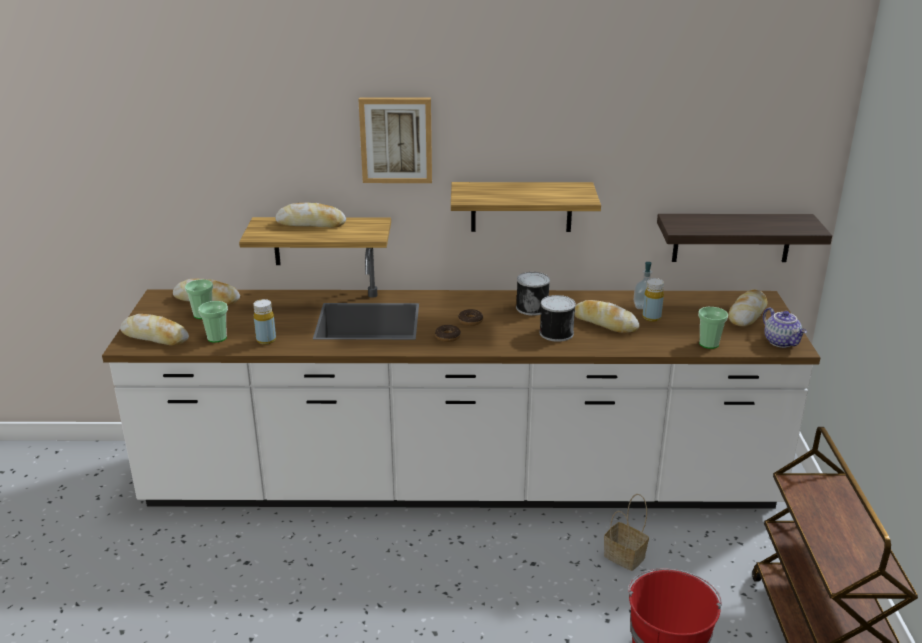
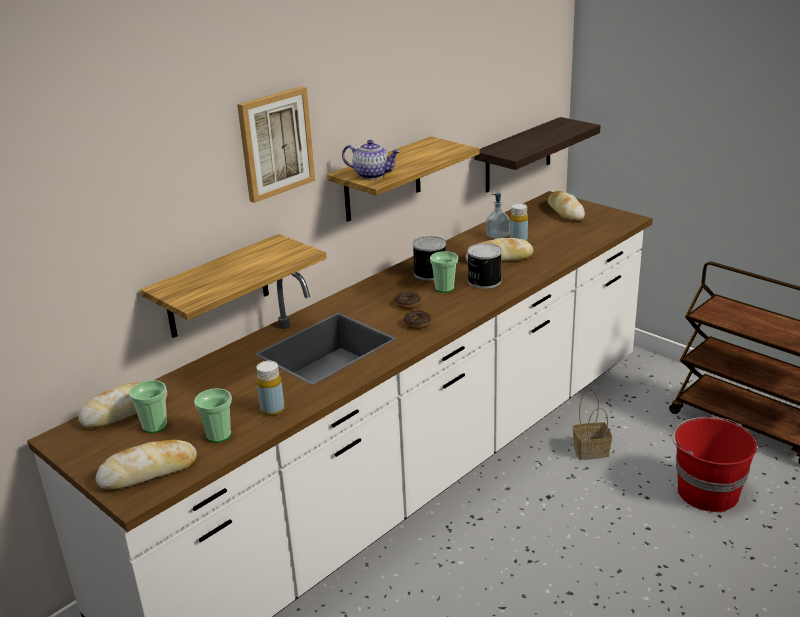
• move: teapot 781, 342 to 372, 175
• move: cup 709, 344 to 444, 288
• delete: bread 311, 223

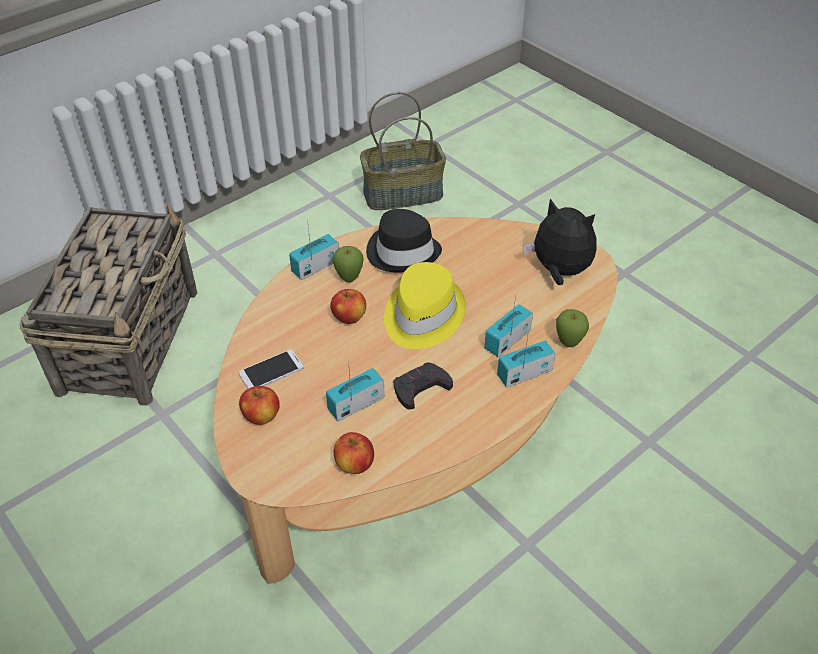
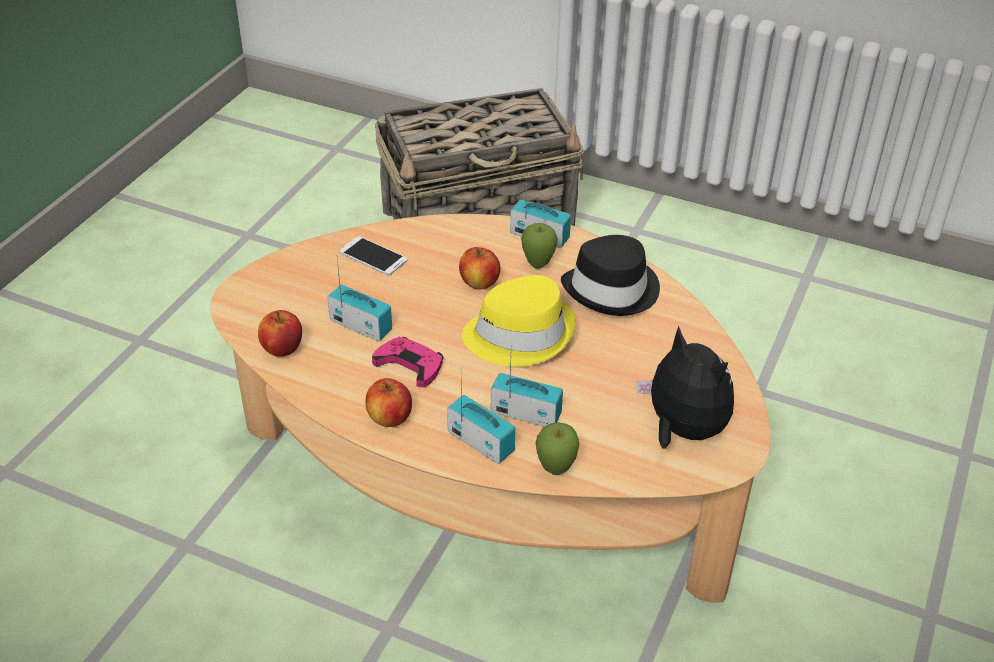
• move: apple 262, 416 to 390, 419
• recolor: game controller/black 421, 388 to game controller/pink 410, 365
• rotate: plush toy 559, 271 = 682, 430 45 degrees counterclockwise
• delete: basket 403, 193

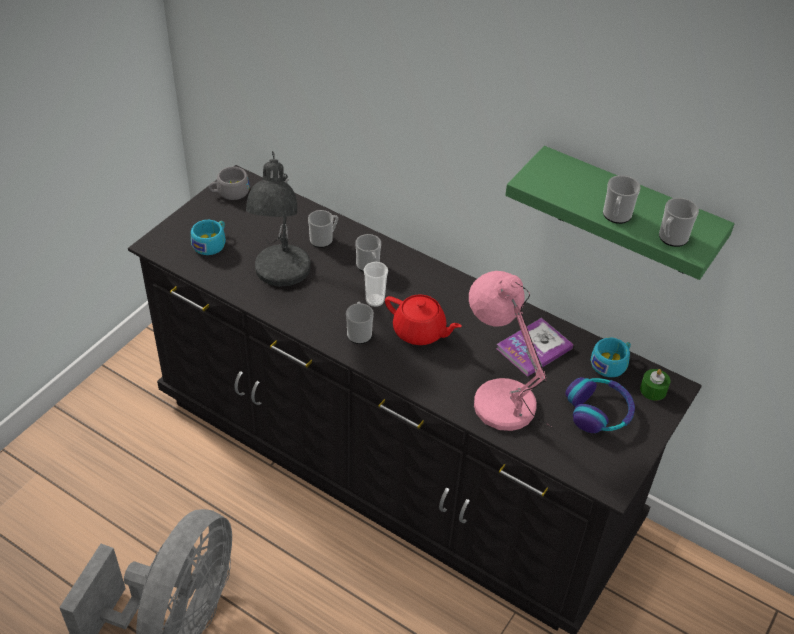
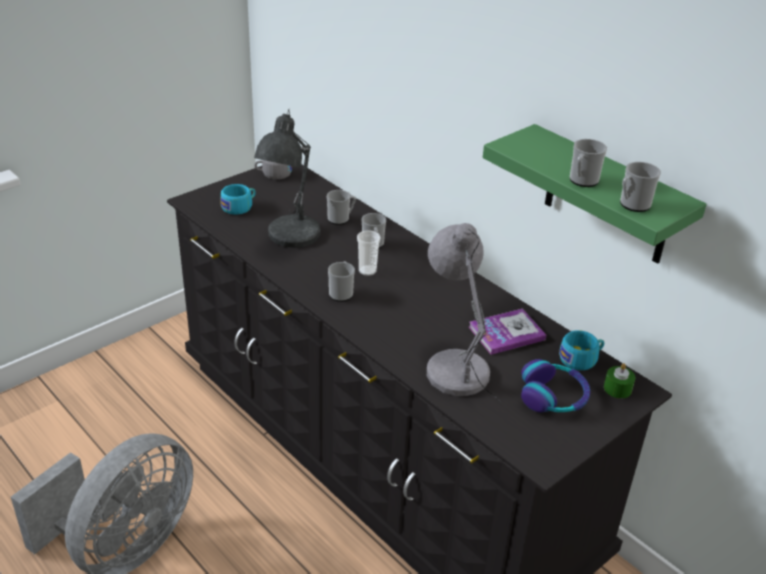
• recolor: table lamp/pink 500, 400 to table lamp/grey 455, 368
• delete: teapot/red 420, 332

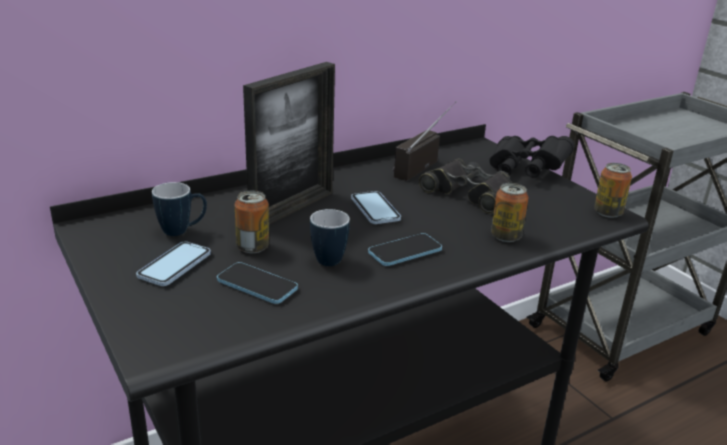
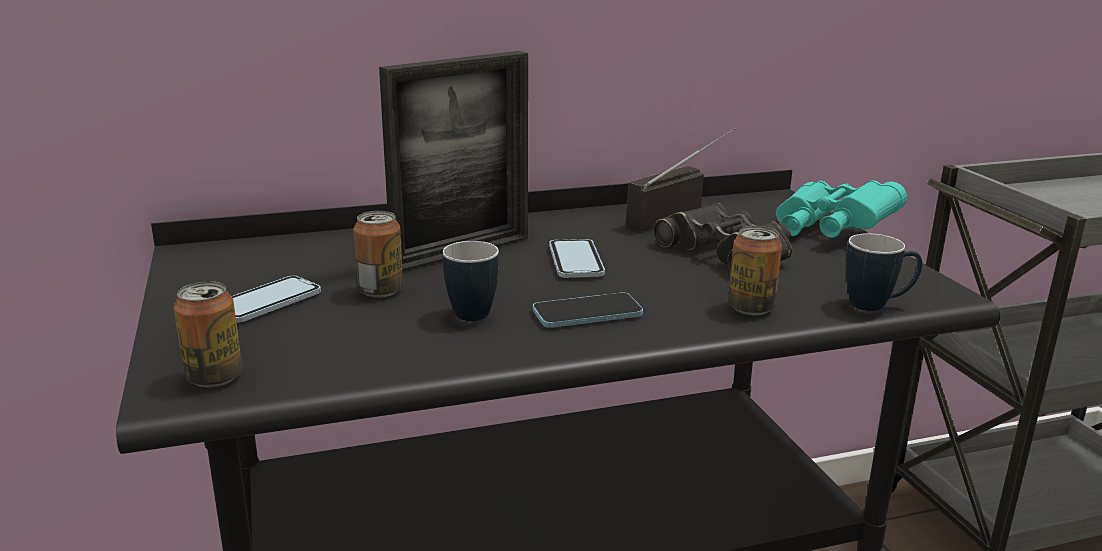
• move: can 607, 213 to 214, 377
• recolor: binoculars/black 525, 171 to binoculars/turquoise 829, 231
• move: mug 182, 231 to 877, 305
• delete: phone 257, 285

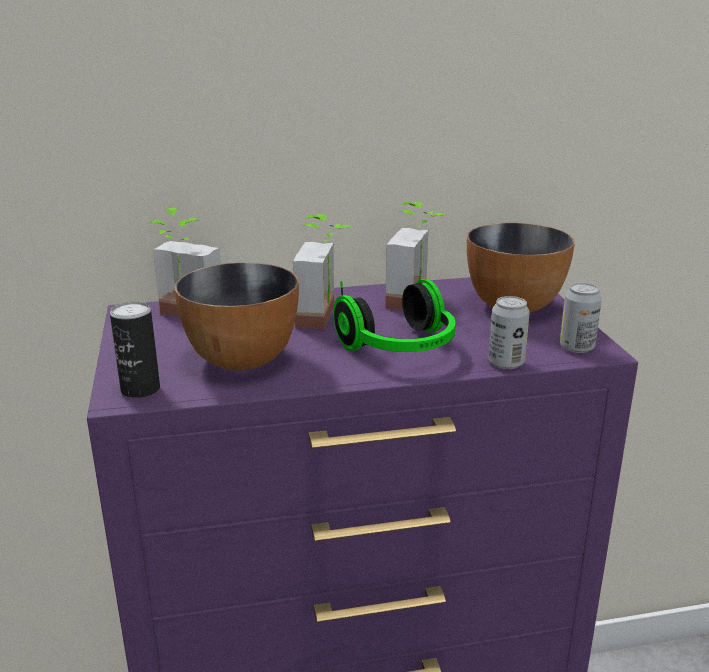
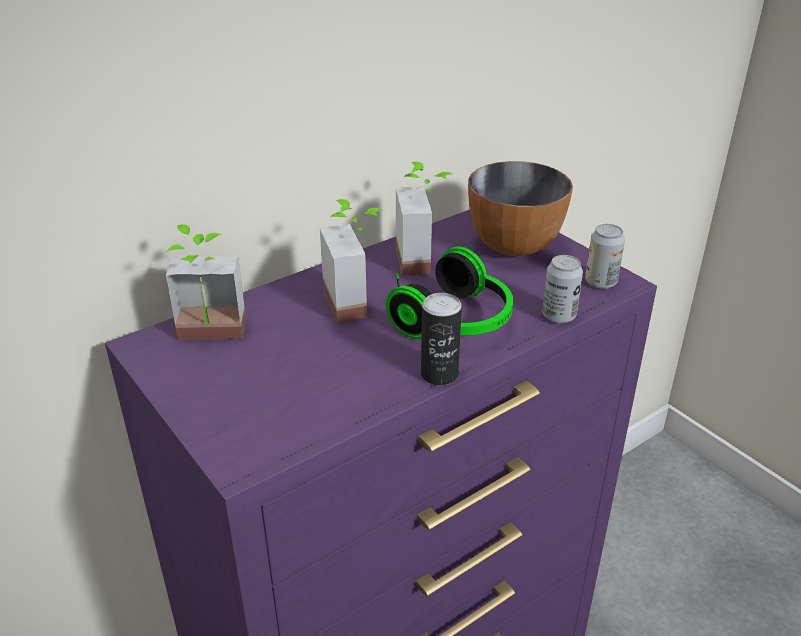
• move: can 140, 389 to 439, 374
• delete: bowl 243, 359

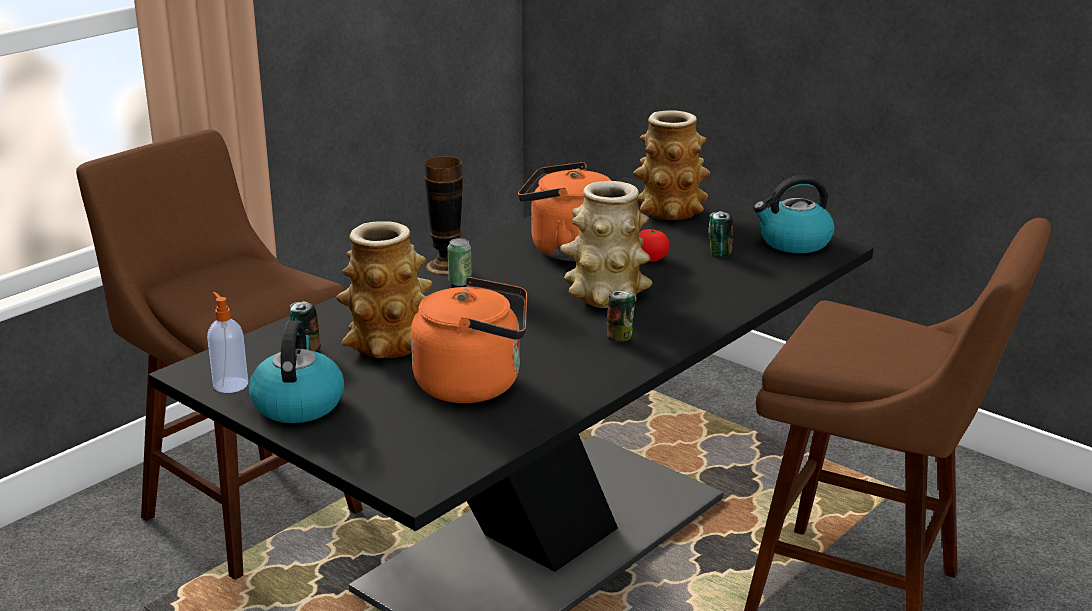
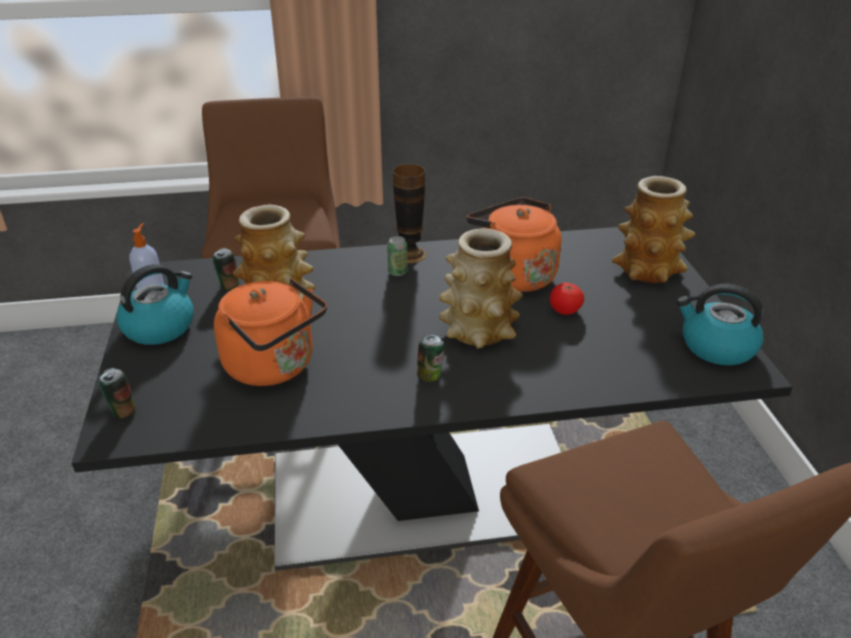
• move: can 719, 253 to 122, 411

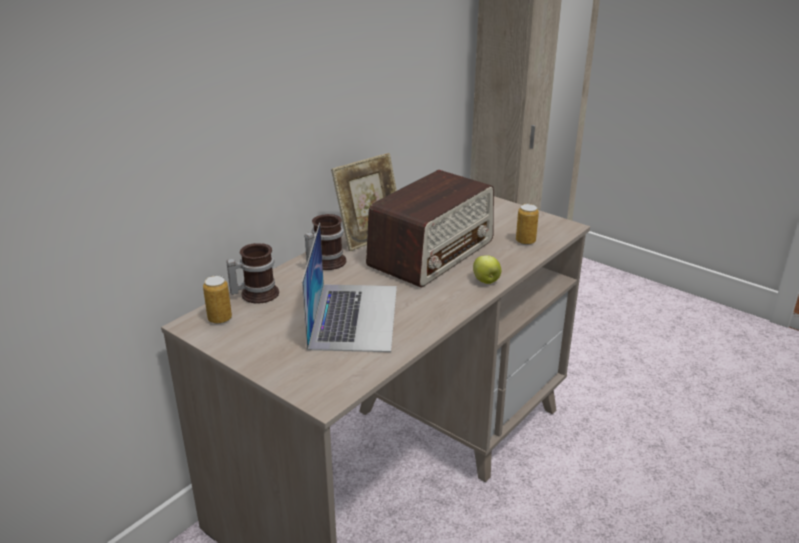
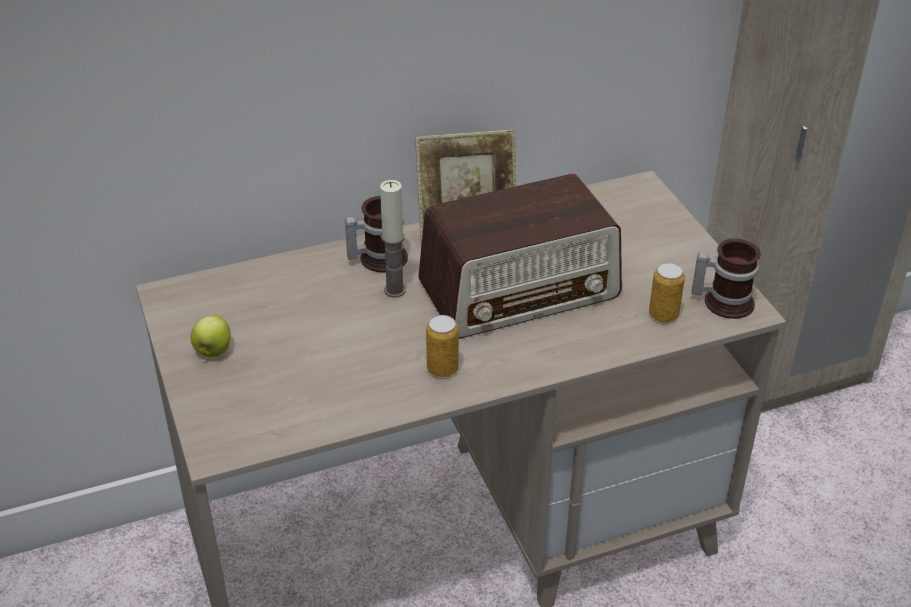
• move: apple 486, 281 to 213, 351
• insert: candle 395, 290
• move: can 220, 319 to 442, 368
• move: mug 255, 293 to 723, 300
• delete: laptop 354, 316

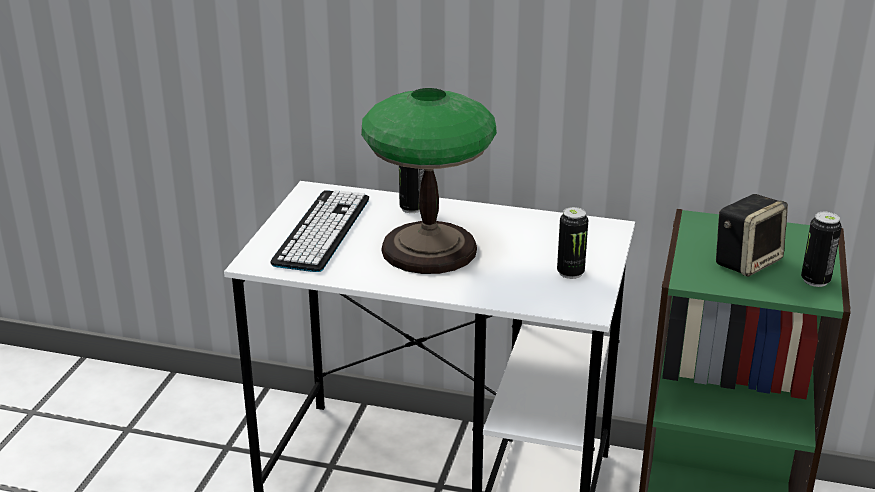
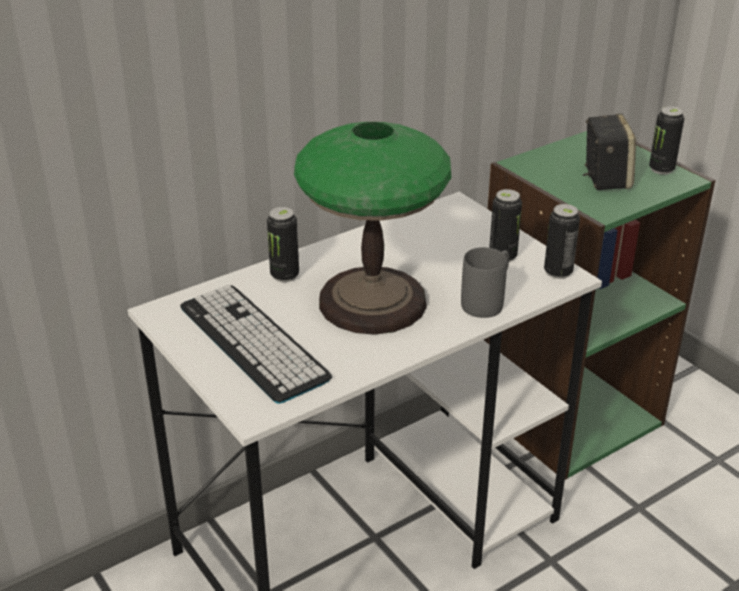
• insert: mug/grey 487, 301
• insert: can 558, 272

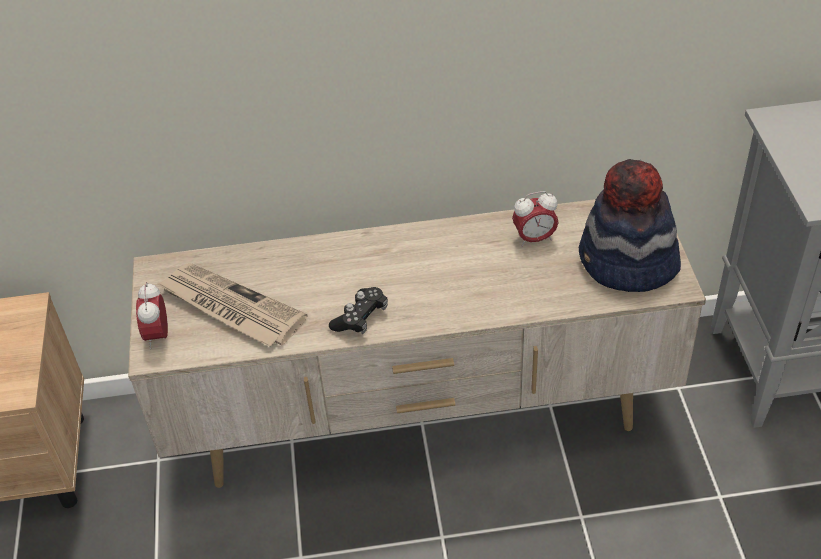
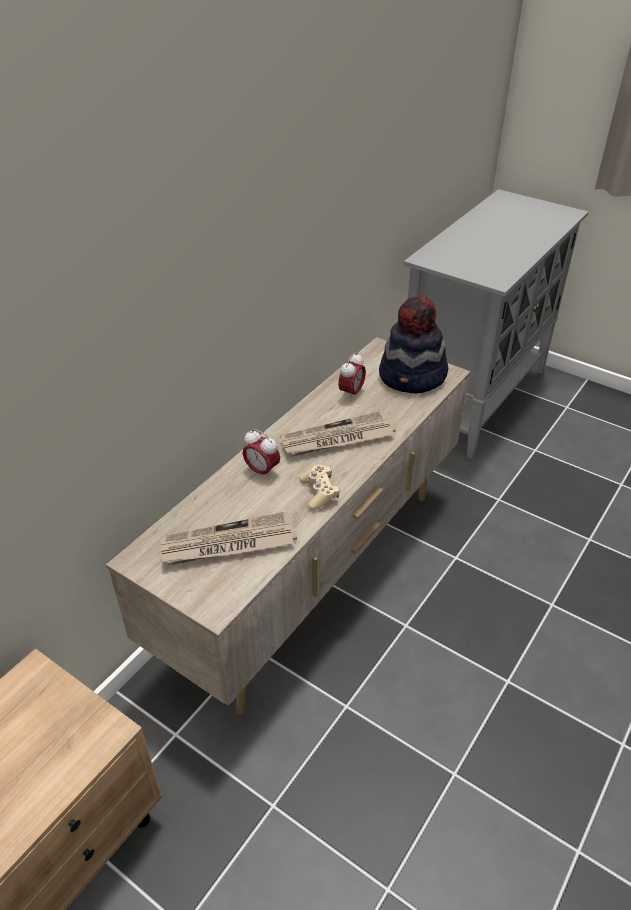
• move: alarm clock 158, 335 to 262, 471
• insert: newspaper 337, 438
• recolor: game controller/black 360, 318 to game controller/beige 319, 492

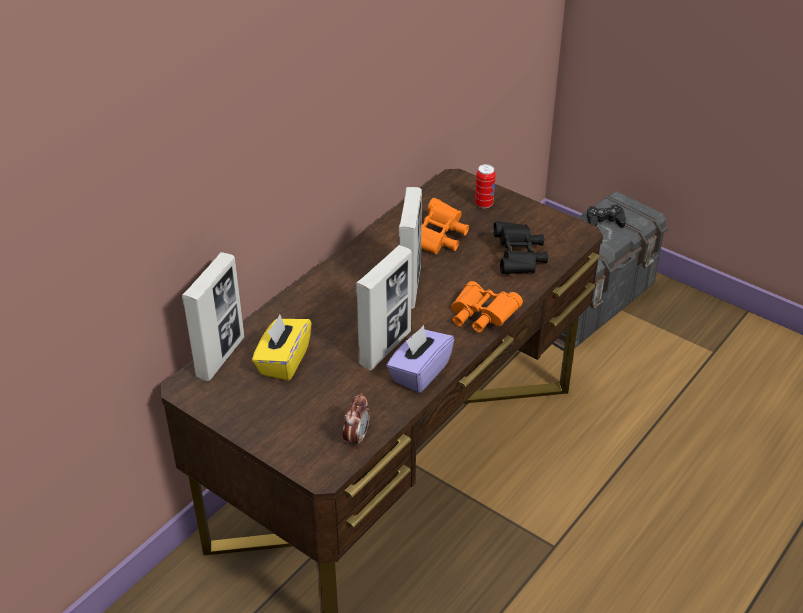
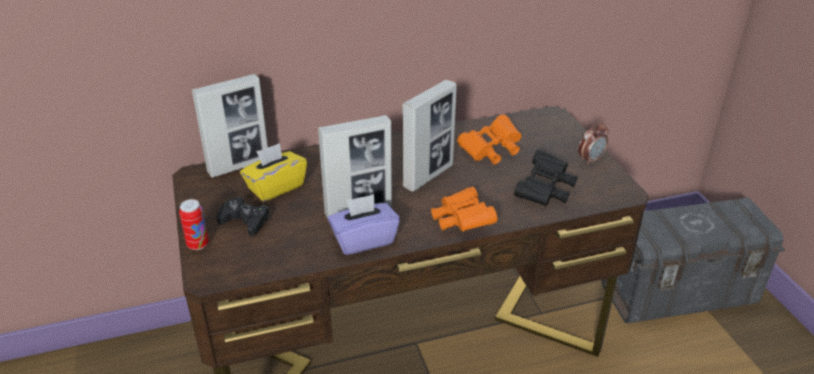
• move: can 484, 204 to 198, 244
• move: game controller/black 604, 221 to 245, 221
• move: alarm clock 356, 437 to 590, 160

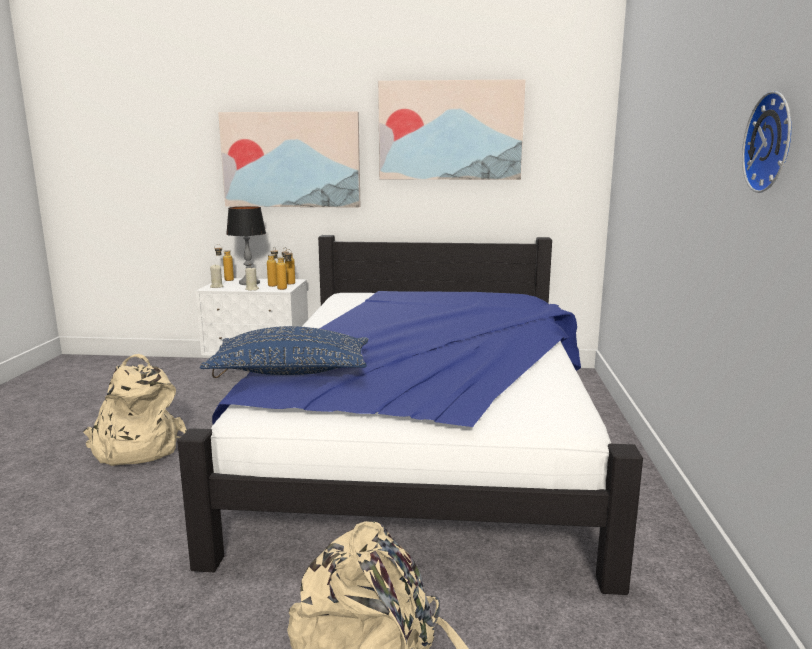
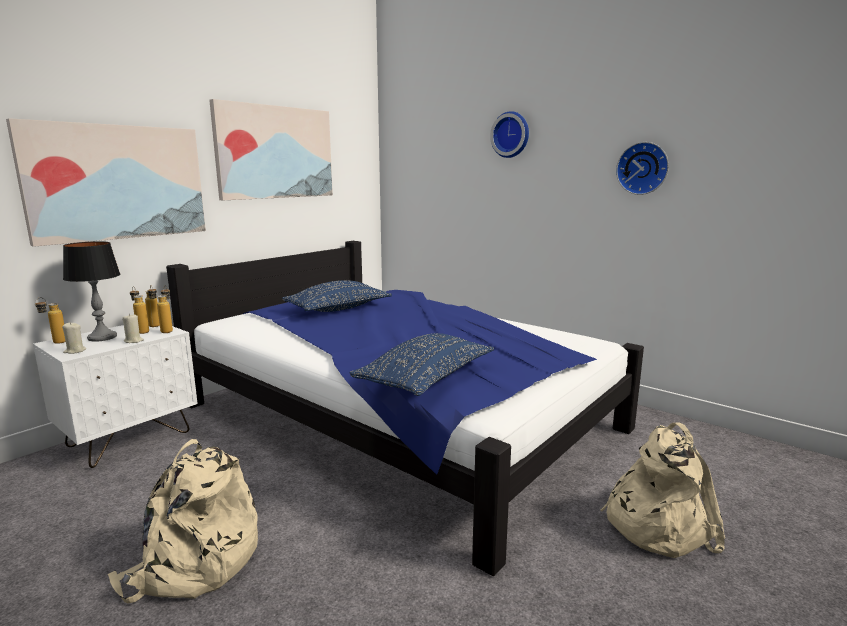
• insert: pillow/blue 338, 309
• insert: wall clock 511, 135

